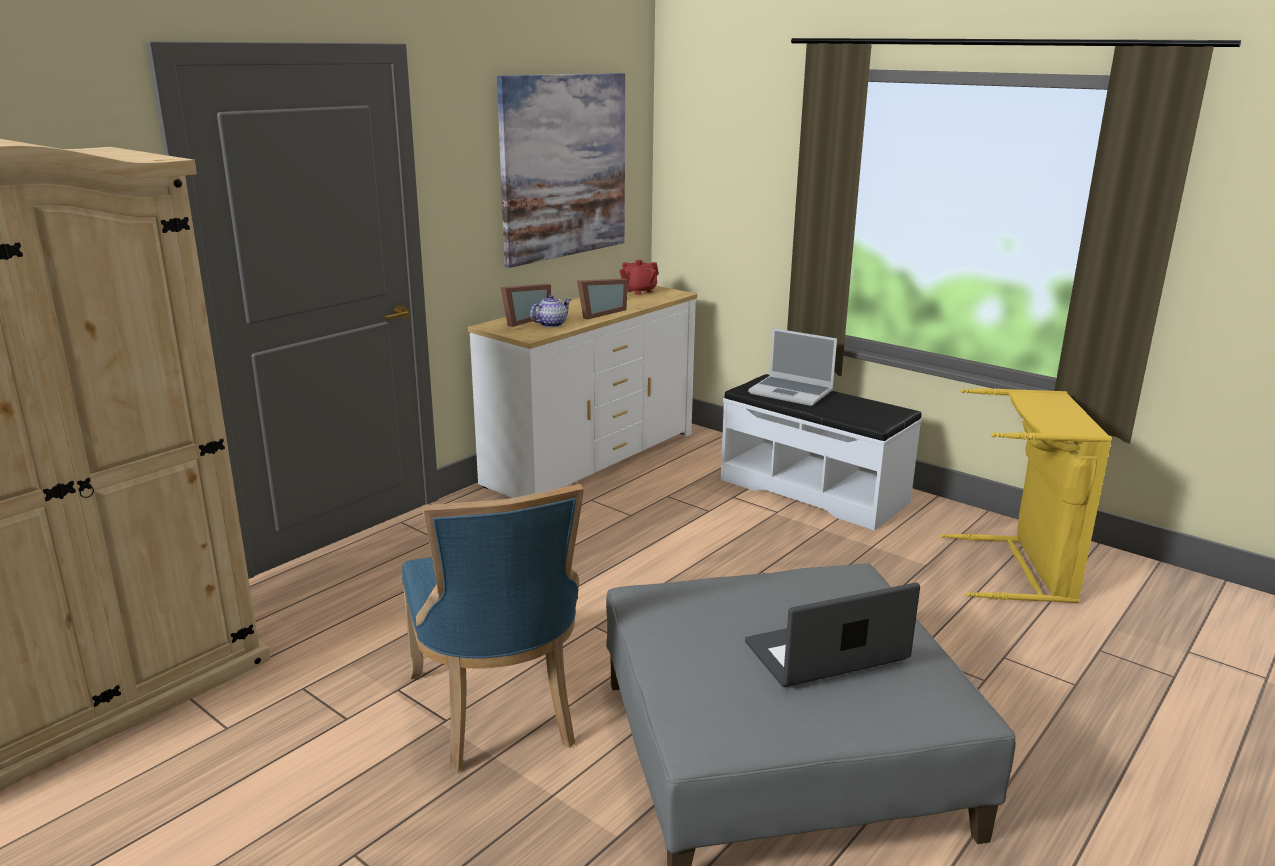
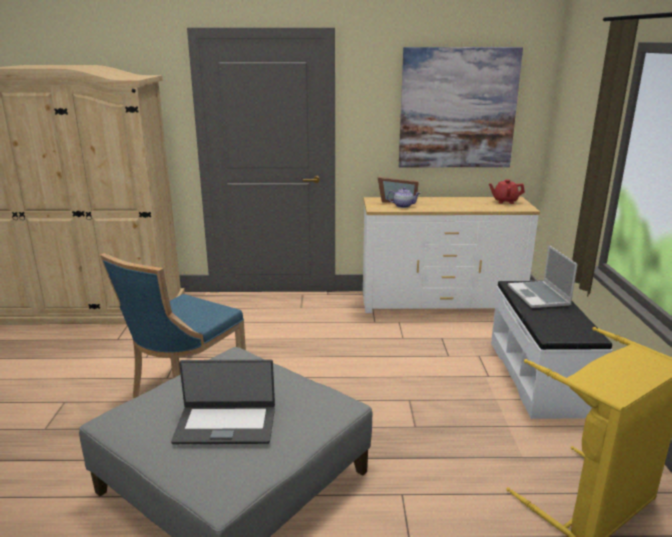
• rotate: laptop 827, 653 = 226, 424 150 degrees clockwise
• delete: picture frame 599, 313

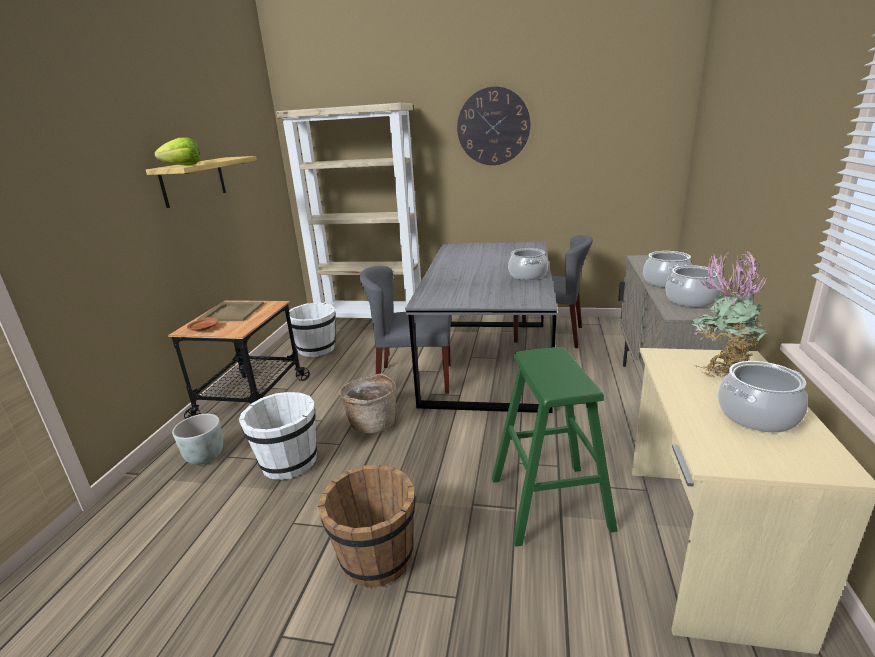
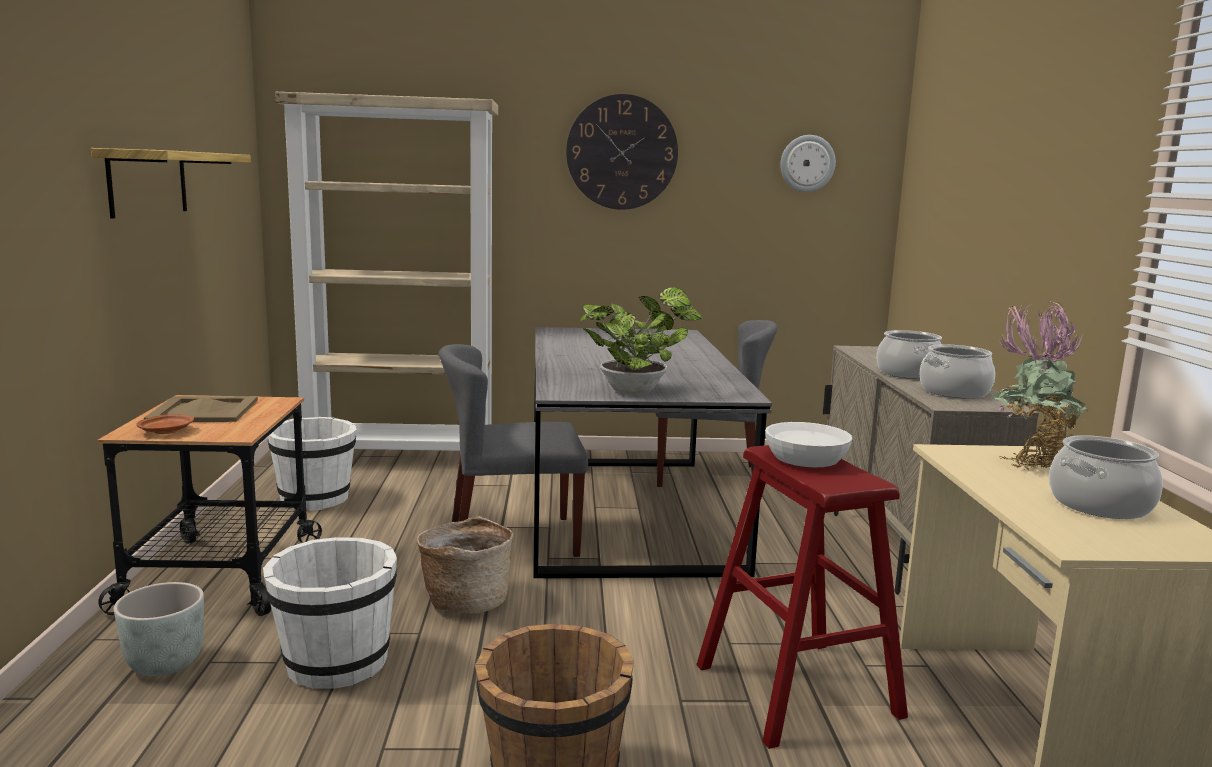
• insert: potted plant 637, 391
• recolor: stool/green 549, 502 to stool/red 797, 690
• insert: bowl/white 804, 459
• insert: wall clock 807, 163
• delete: lettuce 183, 165
• delete: cooking pot 527, 275

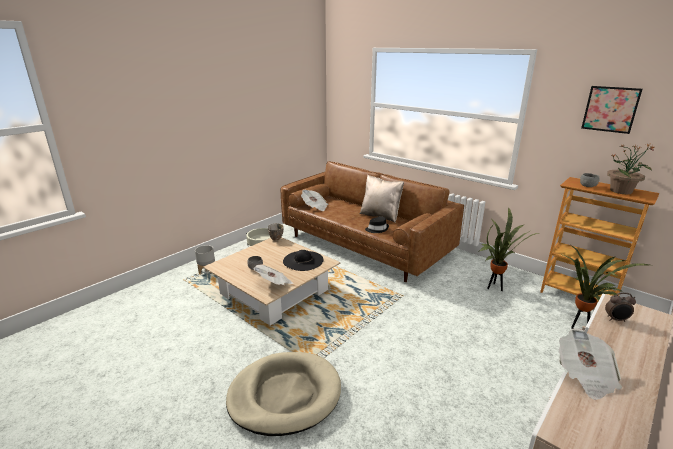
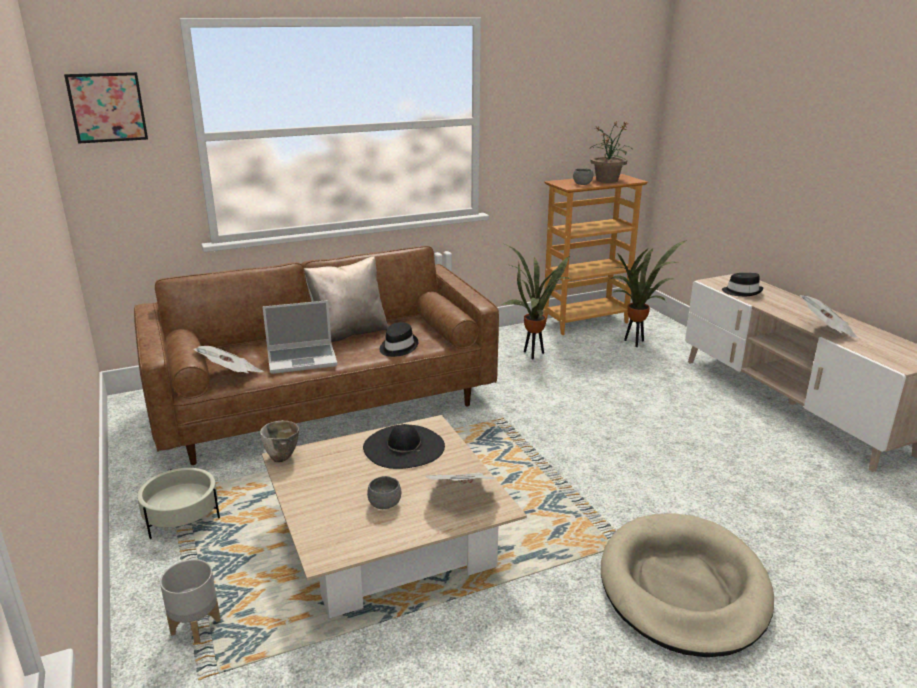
• move: picture 610, 109 to 107, 107
• insert: laptop 303, 359
• replace: alarm clock 616, 319 to hat/black 742, 292

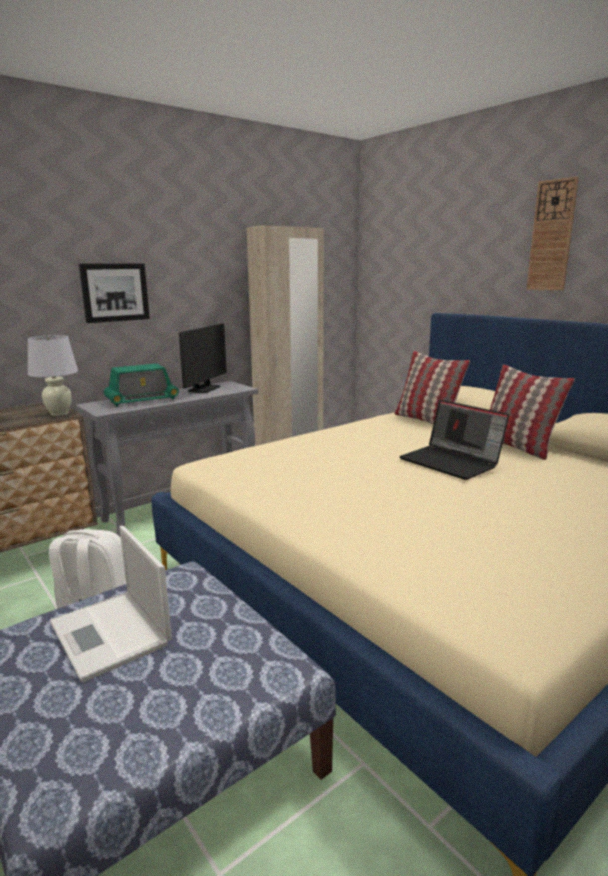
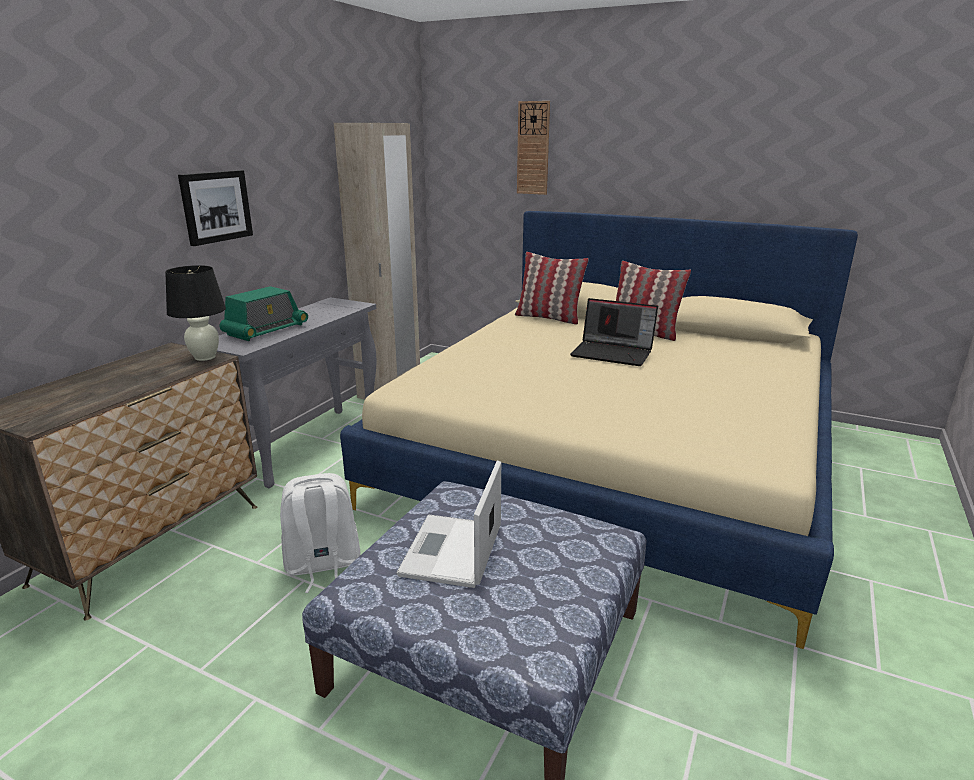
• recolor: table lamp/white 59, 413 to table lamp/black 205, 357
• rotate: laptop 111, 634 = 451, 552 75 degrees clockwise
• move: wall clock 552, 236 to 533, 148
• delete: monitor 204, 389

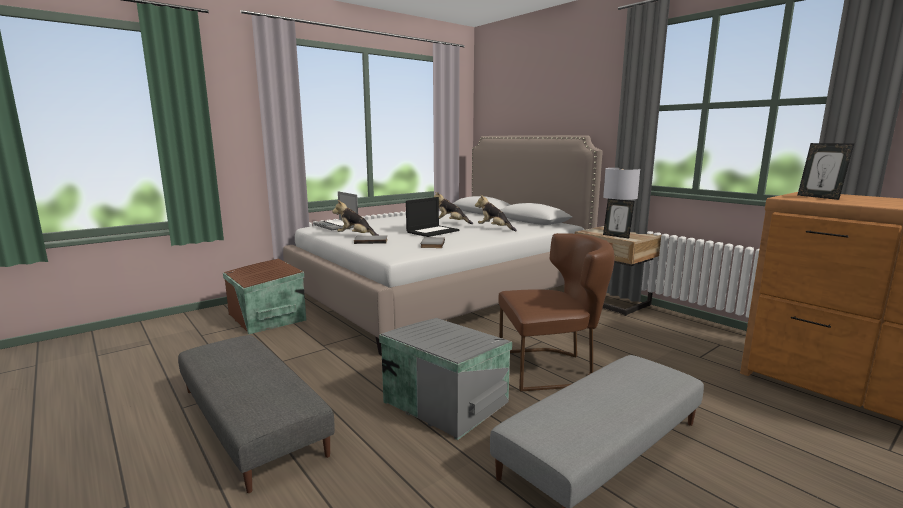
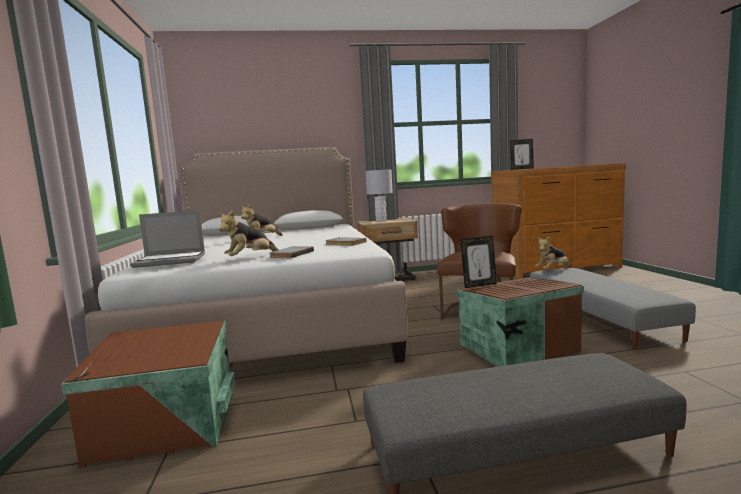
• recolor: storage box/grey 446, 401 to storage box/brown 516, 348
• move: picture frame 616, 236 to 479, 285
• move: plush toy 494, 229 to 553, 271
• delete: laptop 433, 231

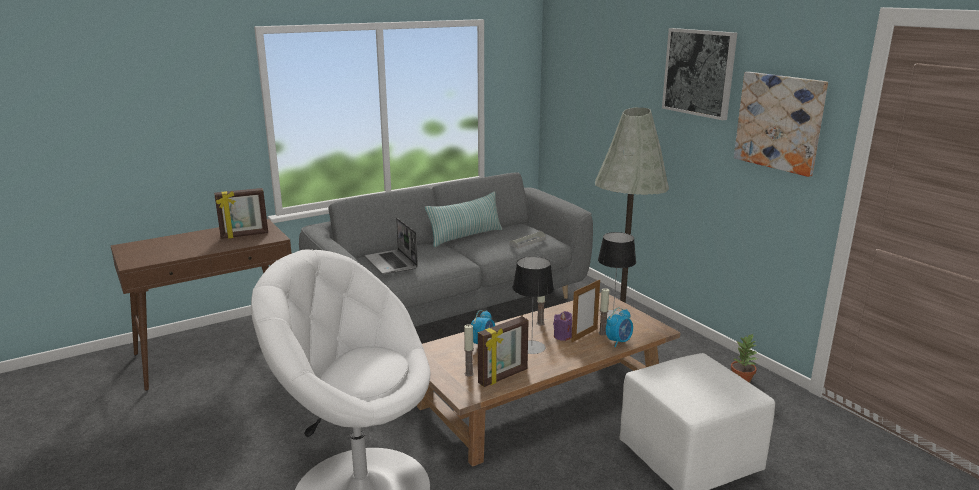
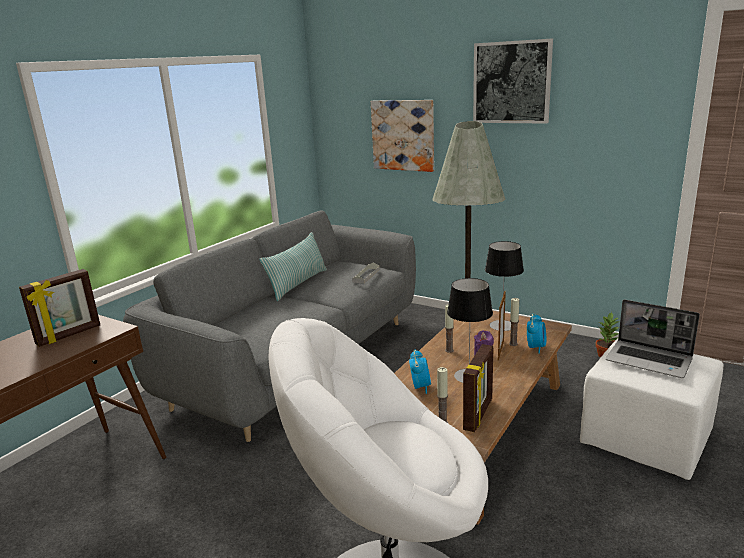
• move: picture 779, 122 to 403, 135
• move: laptop 392, 263 to 650, 360

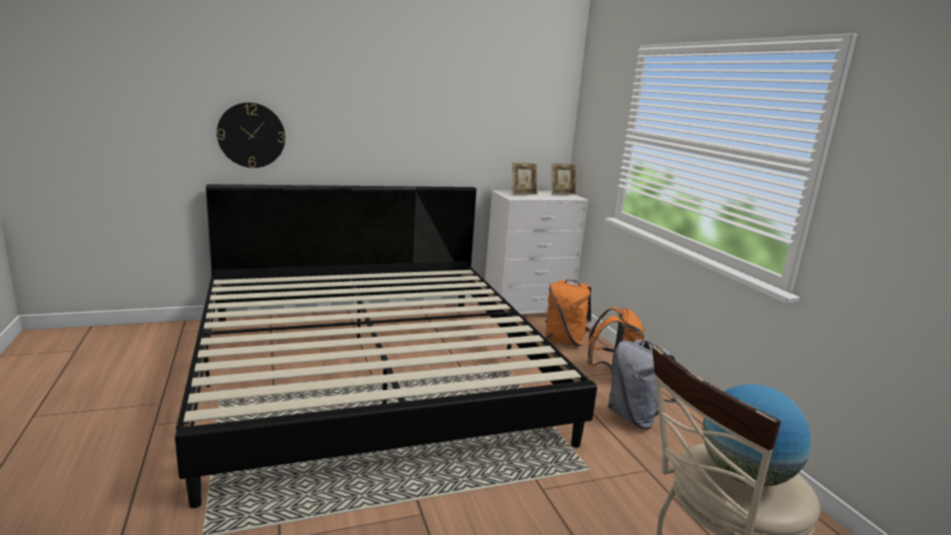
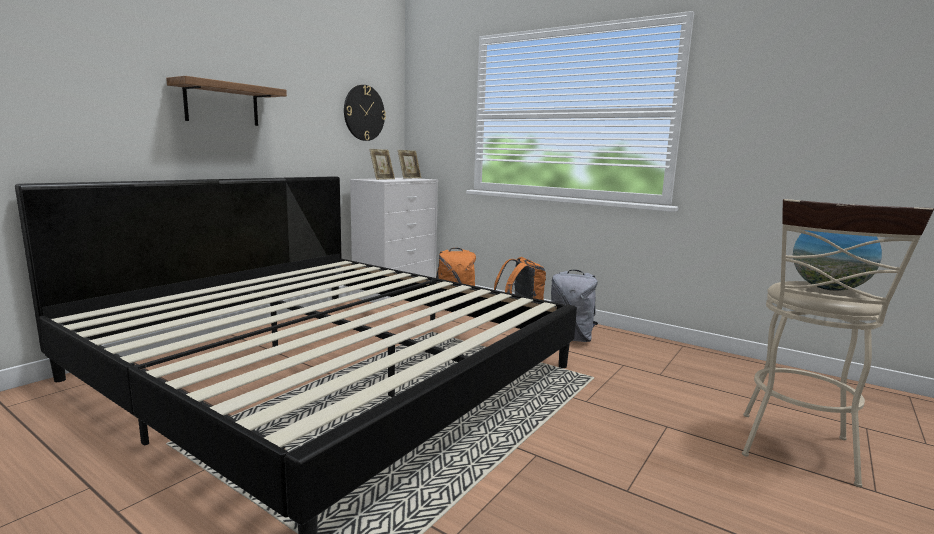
• insert: shelf 222, 104
• move: wall clock 251, 135 to 364, 113

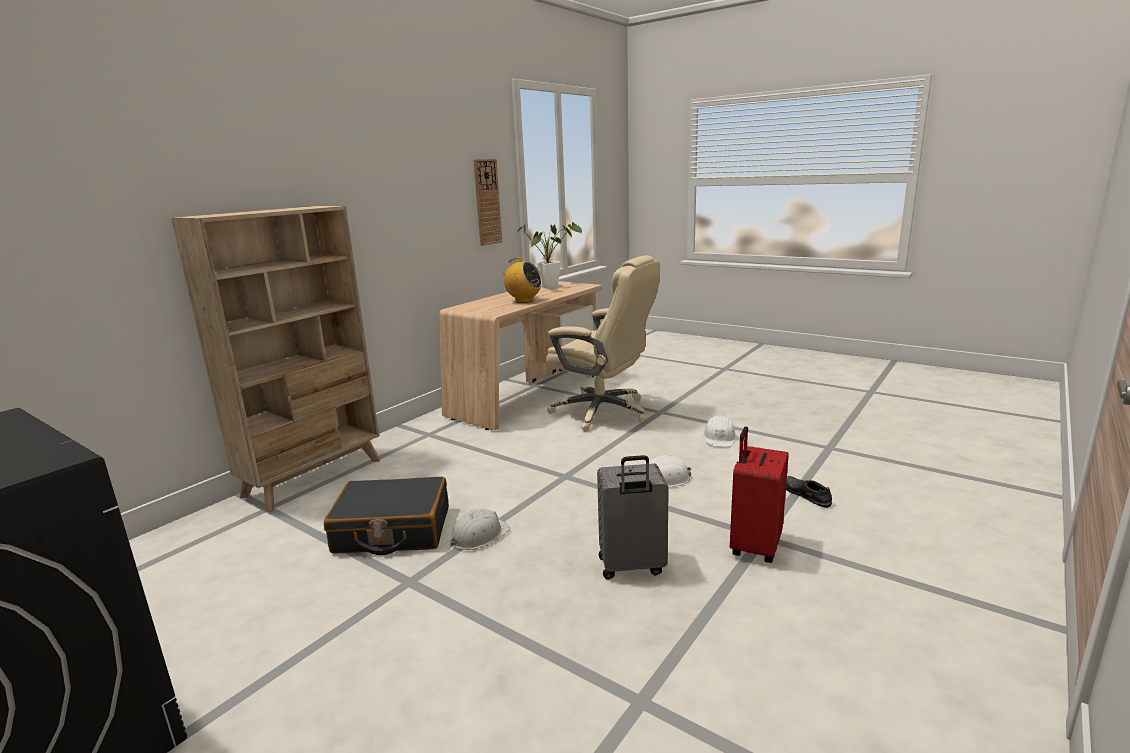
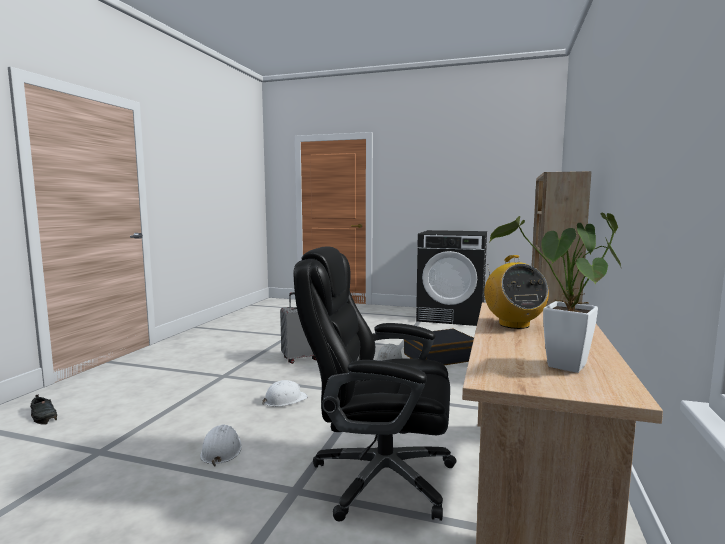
• move: shoe/black 805, 495 to 44, 416
• recolor: office chair/beige 603, 412 to office chair/black 379, 478
• rotate: radio 523, 301 = 513, 324 105 degrees counterclockwise
• delete: wall clock 487, 202
• delete: suitcase/red 754, 546

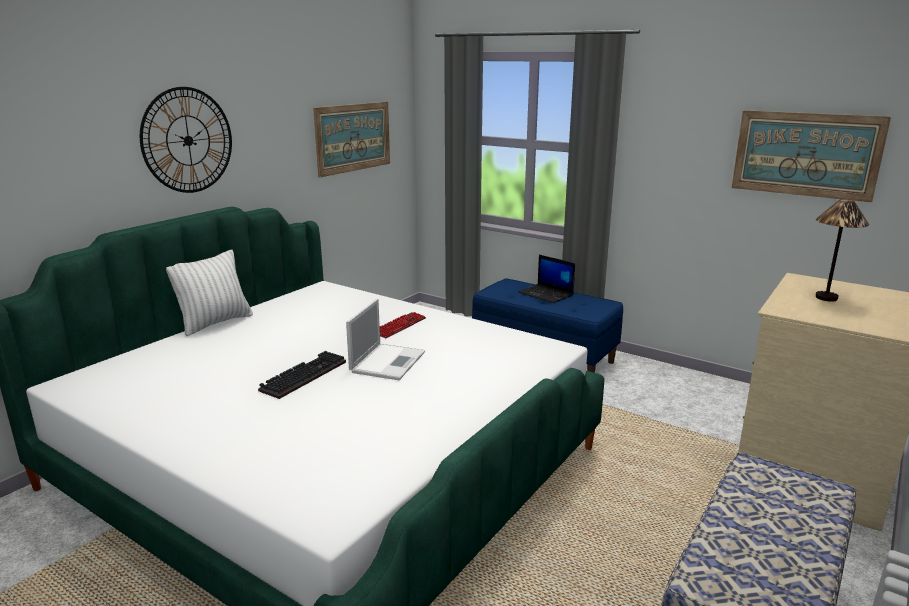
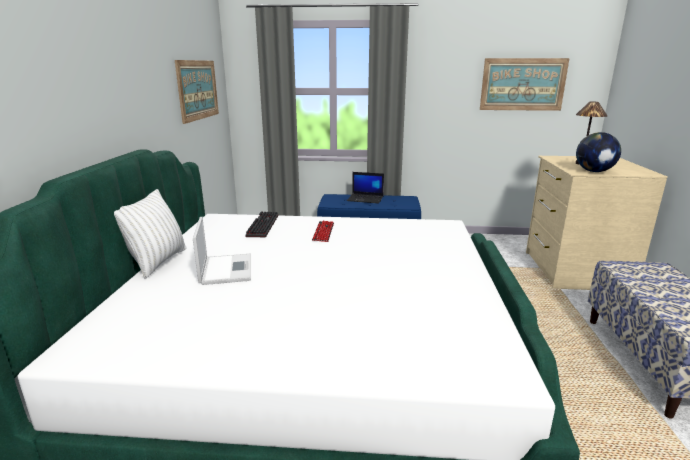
• move: laptop 388, 361 to 226, 269
• move: keyboard 304, 375 to 262, 225
• insert: globe 594, 171
• delete: wall clock 188, 140

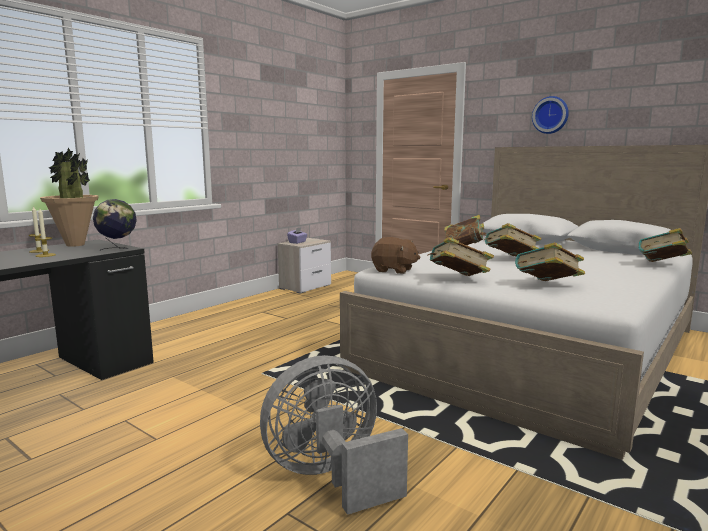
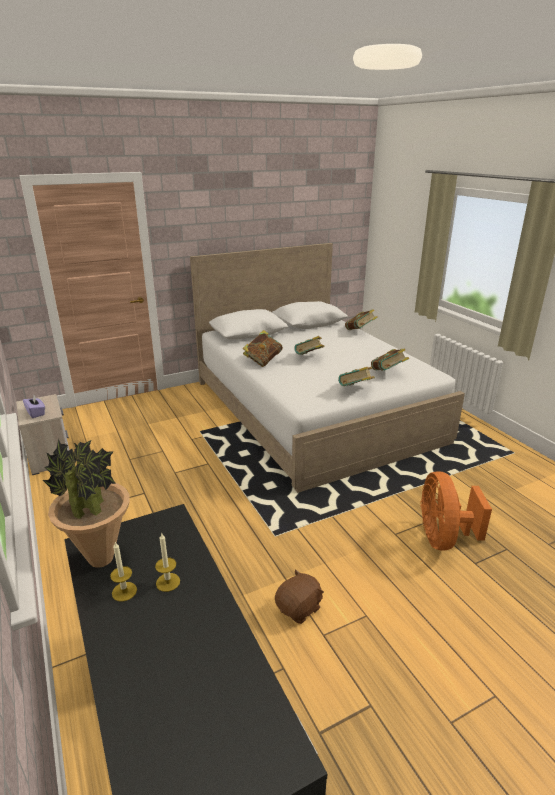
• move: plush toy/brown 394, 270 to 299, 608
• recolor: fan/grey 331, 477 to fan/orange 443, 538
• delete: globe 118, 249
• delete: wall clock 550, 115

